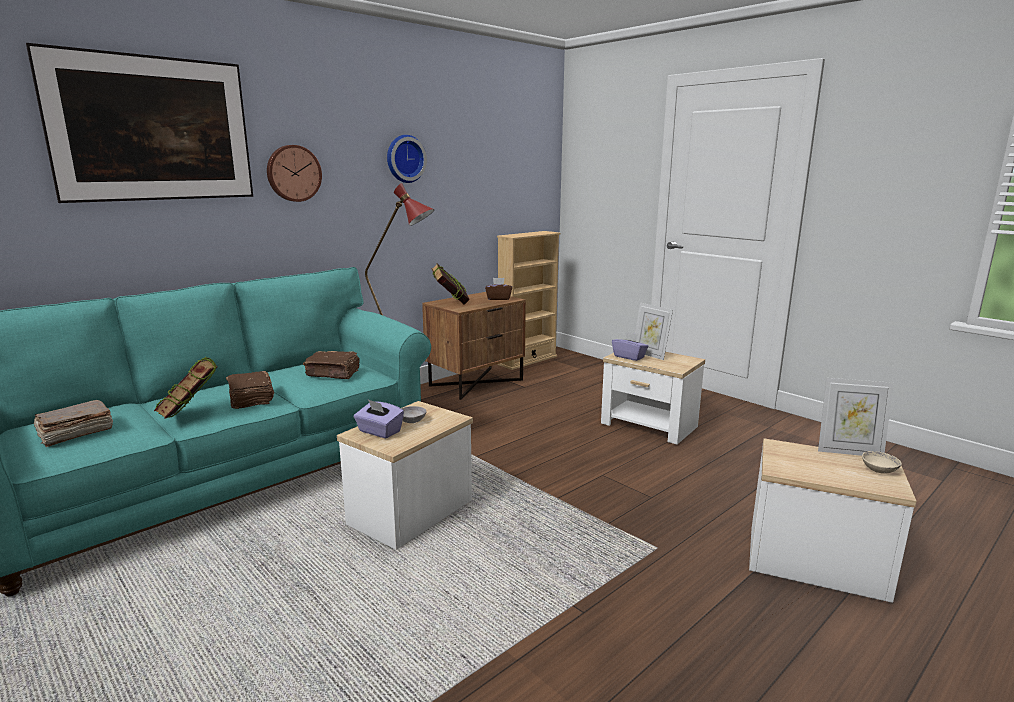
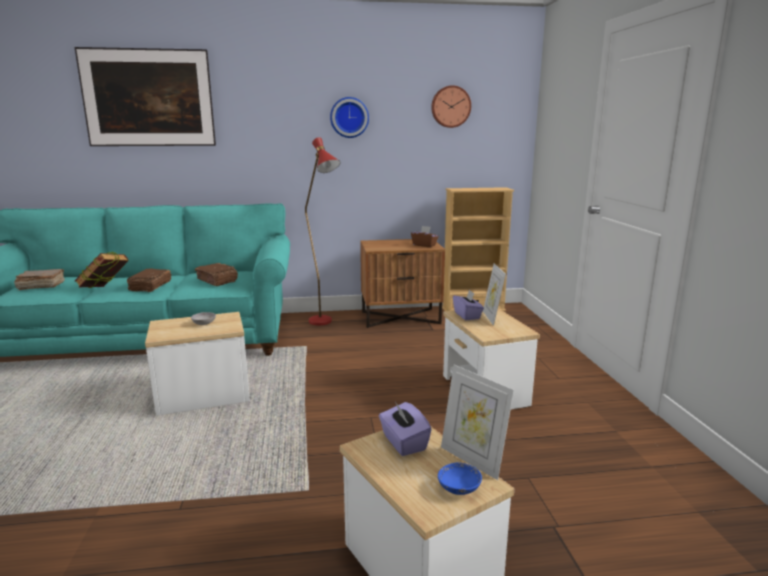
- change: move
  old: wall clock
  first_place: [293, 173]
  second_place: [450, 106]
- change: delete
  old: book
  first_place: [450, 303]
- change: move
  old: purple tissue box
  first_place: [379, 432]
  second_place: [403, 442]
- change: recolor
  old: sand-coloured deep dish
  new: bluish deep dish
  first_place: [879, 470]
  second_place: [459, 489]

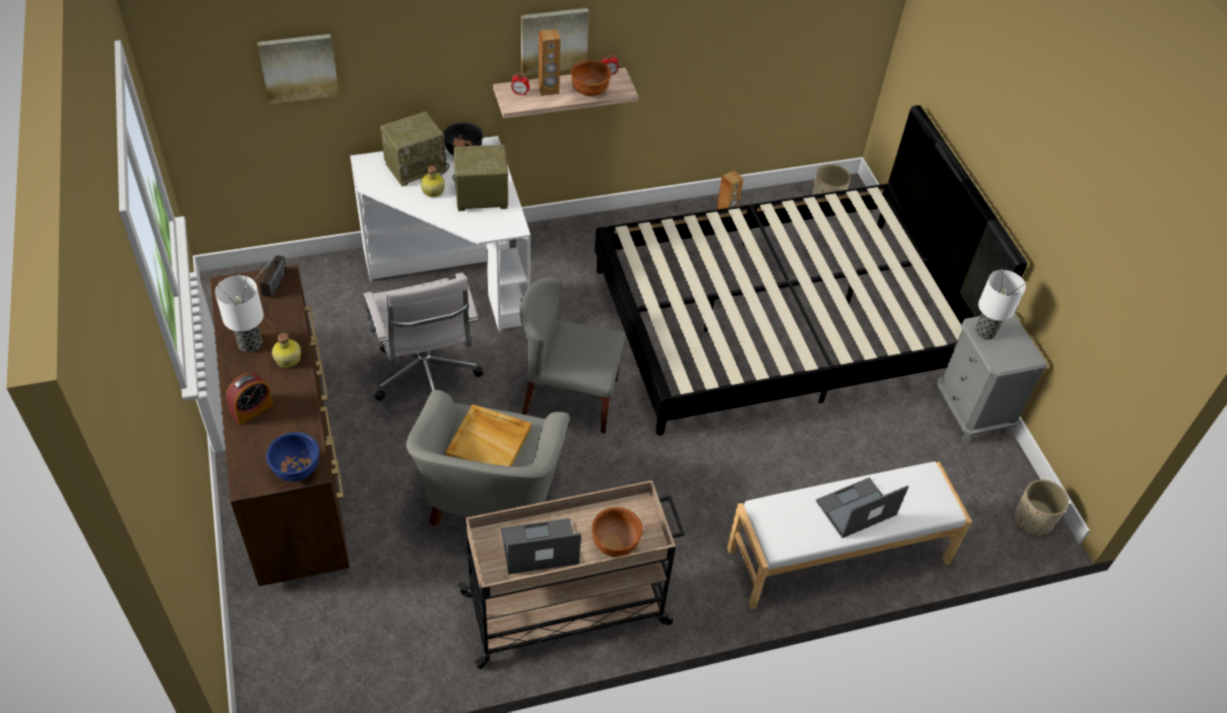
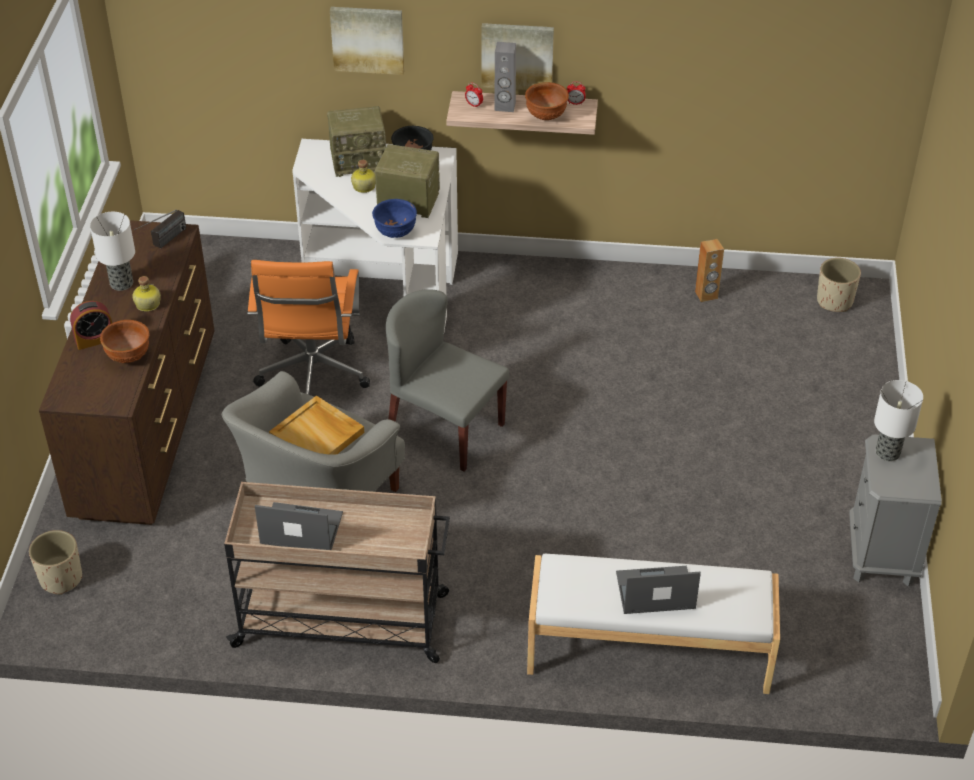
- change: recolor
  old: brown-coloured speaker
  new: grey speaker
  first_place: [548, 90]
  second_place: [505, 106]
- change: move
  old: wall picture
  first_place: [298, 67]
  second_place: [368, 39]
- change: delete
  old: blackish bedroom bed
  first_place: [780, 322]
- change: recolor
  old: whitish desk chair
  new: orange-coloured desk chair
  first_place: [427, 379]
  second_place: [312, 378]
- change: move
  old: bluish deep dish
  first_place: [296, 470]
  second_place: [395, 232]
- change: move
  old: sand-coloured flower pot
  first_place: [1033, 521]
  second_place: [61, 579]
- change: move
  old: brown-coloured deep dish
  first_place: [616, 544]
  second_place: [129, 356]

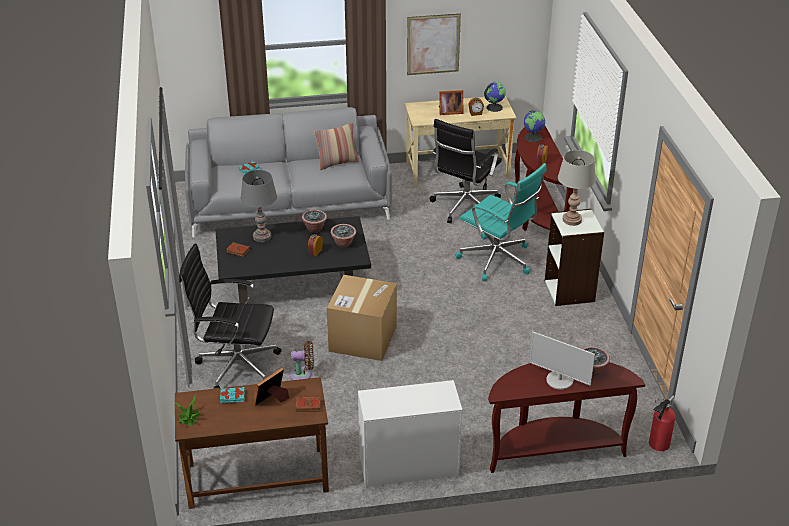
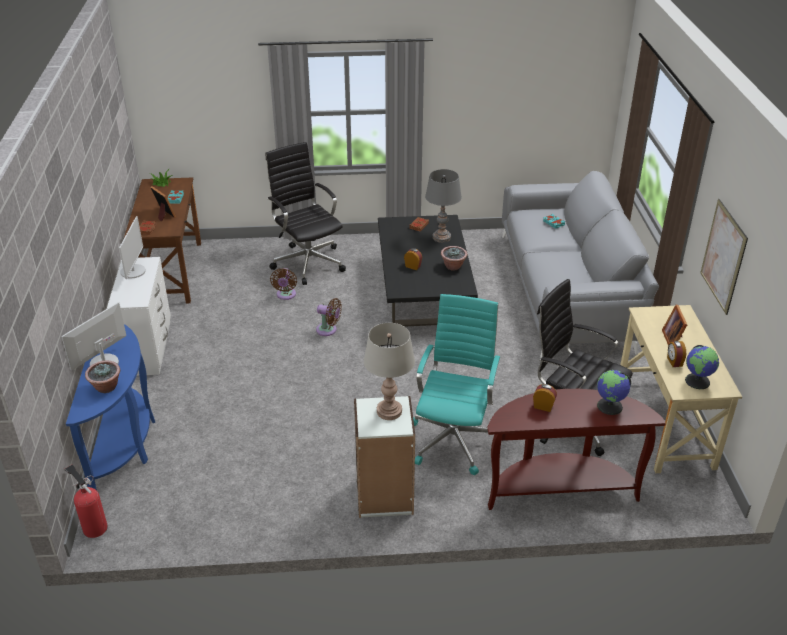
- change: delete
  old: throw pillow
  first_place: [337, 163]
- change: rotate
  old: turquoise-coloured desk chair
  first_place: [498, 260]
  second_place: [454, 438]
  degrees: 150
- change: delete
  old: potted plant
  first_place: [343, 244]
- change: rotate
  old: blackish desk chair
  first_place: [235, 366]
  second_place: [308, 262]
  degrees: -45
- change: replace
  old: carton
  new: brown-coloured cooling fan
  first_place: [363, 338]
  second_place: [328, 330]
- change: recolor
  old: brown-coloured hall table
  new: bluish hall table
  first_place: [553, 449]
  second_place: [124, 442]
- change: insert
  new: monitor
  second_place: [133, 271]

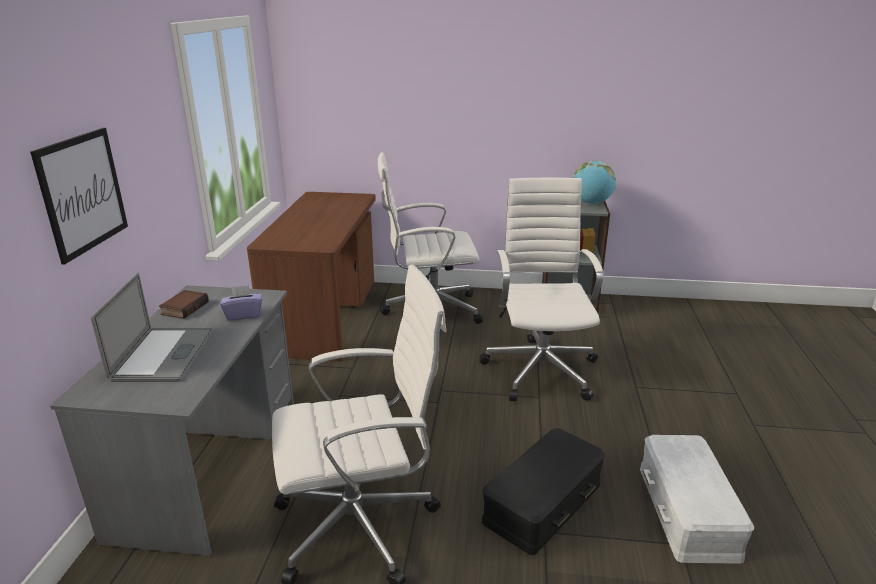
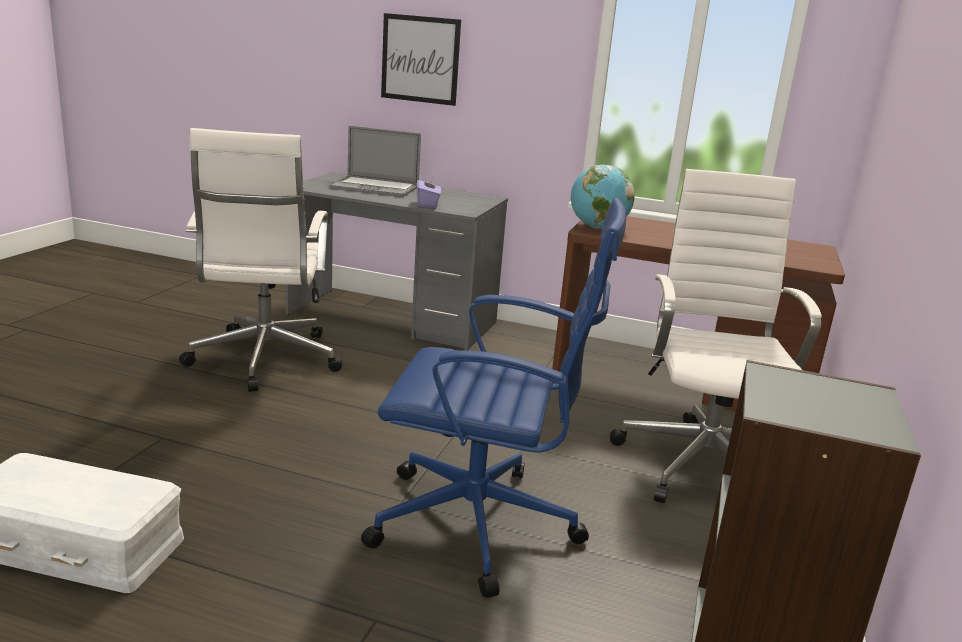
- change: move
  old: world globe
  first_place: [591, 203]
  second_place: [597, 227]
- change: recolor
  old: whitish desk chair
  new: bluish desk chair
  first_place: [540, 369]
  second_place: [481, 525]
- change: delete
  old: book
  first_place: [184, 308]
- change: delete
  old: blackish storage container
  first_place: [542, 501]

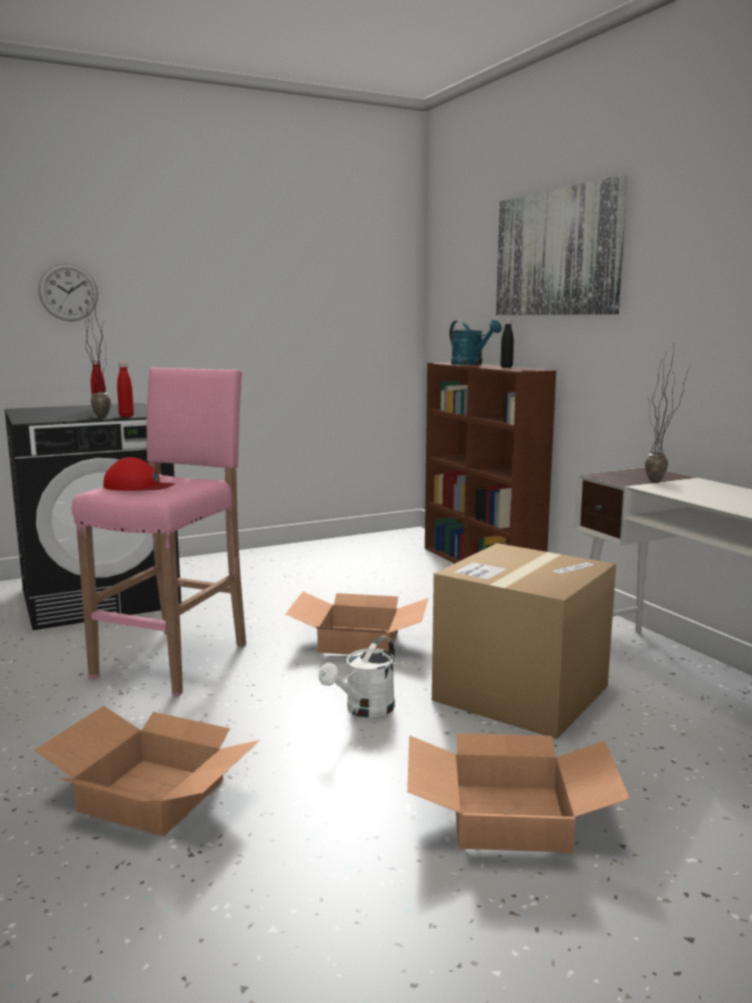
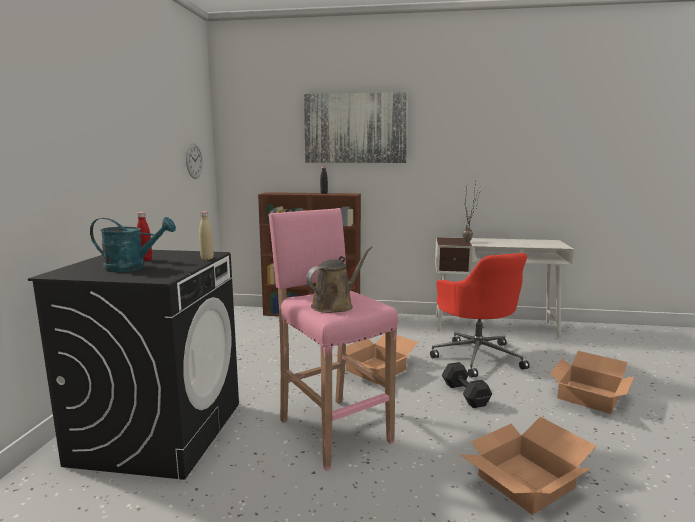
- change: move
  old: wall clock
  first_place: [68, 292]
  second_place: [194, 161]
- change: delete
  old: potted plant
  first_place: [102, 416]
- change: move
  old: turquoise-coloured watering pot
  first_place: [471, 364]
  second_place: [133, 267]
- change: recolor
  old: red beverage bottle
  new: sand-coloured beverage bottle
  first_place: [126, 416]
  second_place: [207, 258]
- change: replace
  old: red peaked cap
  new: brown-coloured watering pot
  first_place: [138, 486]
  second_place: [335, 305]
- change: replace
  old: carton
  new: red desk chair
  first_place: [521, 693]
  second_place: [477, 356]
- change: replace
  old: whitish watering pot
  new: blackish hand weight
  first_place: [364, 710]
  second_place: [465, 394]

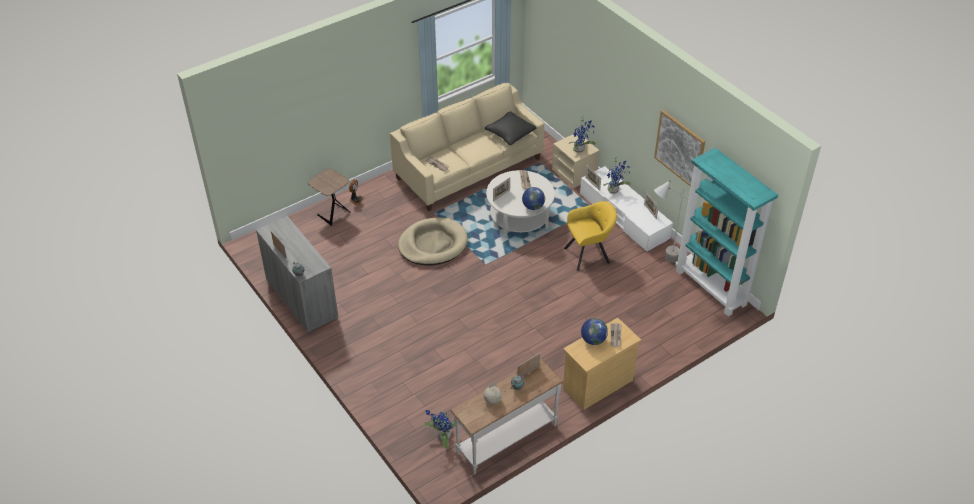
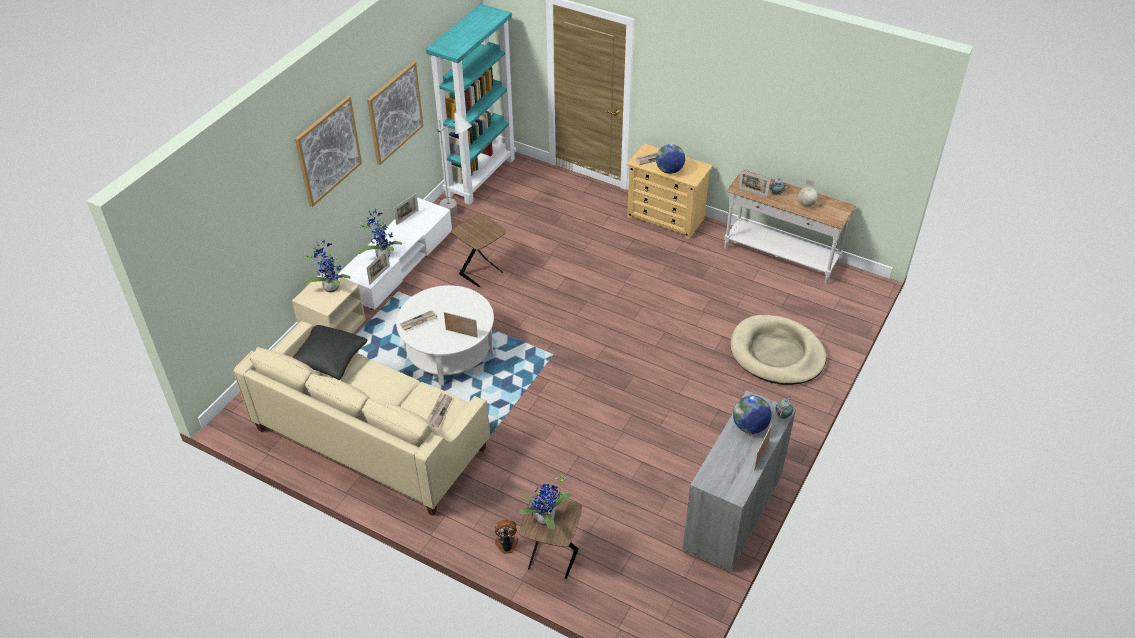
- change: move
  old: world globe
  first_place: [533, 207]
  second_place: [750, 426]
- change: replace
  old: yellow armchair
  new: brown-coloured accent table
  first_place: [589, 255]
  second_place: [482, 273]
- change: move
  old: sand-coloured pet bed
  first_place: [433, 244]
  second_place: [777, 353]
- change: move
  old: potted plant
  first_place: [442, 437]
  second_place: [546, 520]
- change: insert
  new: wall picture
  second_place: [328, 150]

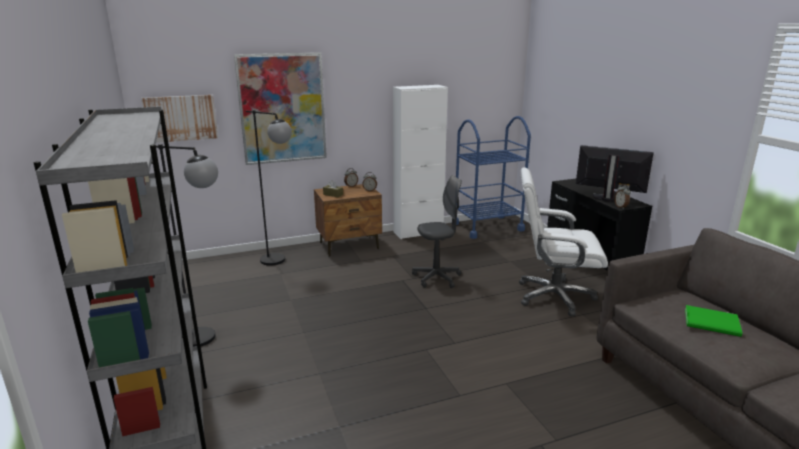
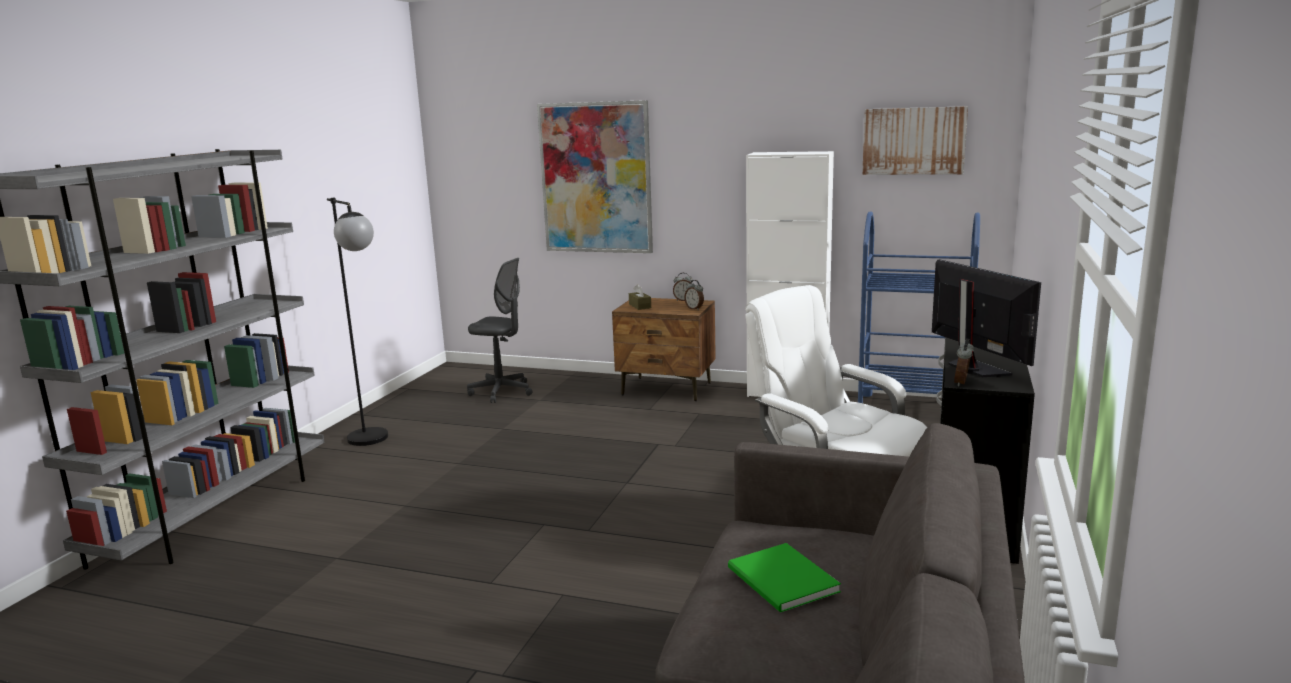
- change: move
  old: wall picture
  first_place: [181, 118]
  second_place: [913, 141]
- change: delete
  old: blackish floor lamp
  first_place: [280, 261]
- change: move
  old: grey desk chair
  first_place: [436, 278]
  second_place: [501, 392]

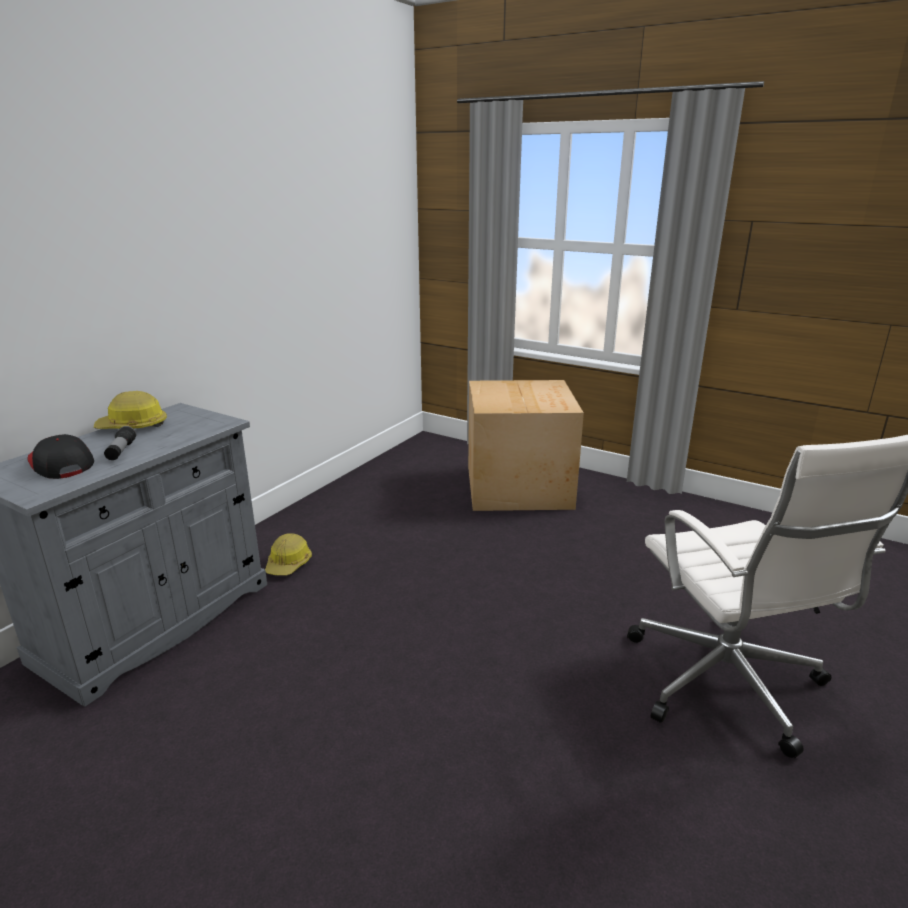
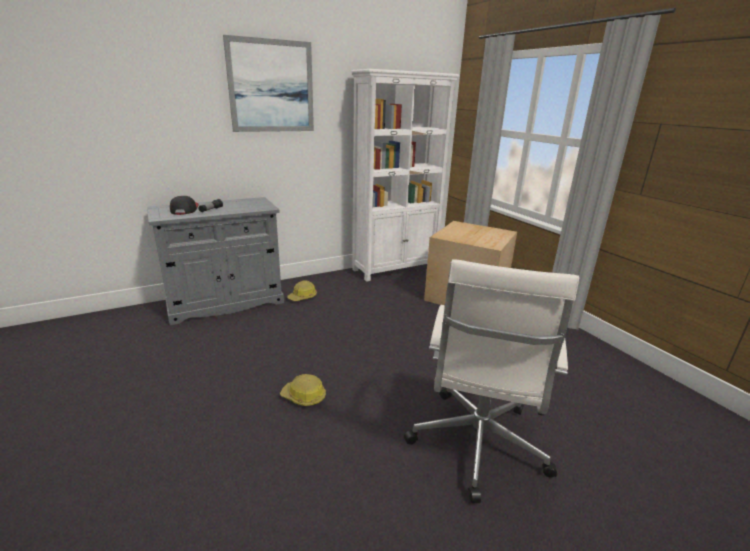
- change: move
  old: hard hat
  first_place: [133, 426]
  second_place: [304, 396]
- change: insert
  new: wall picture
  second_place: [271, 86]
- change: insert
  new: whitish bookshelf
  second_place: [395, 268]

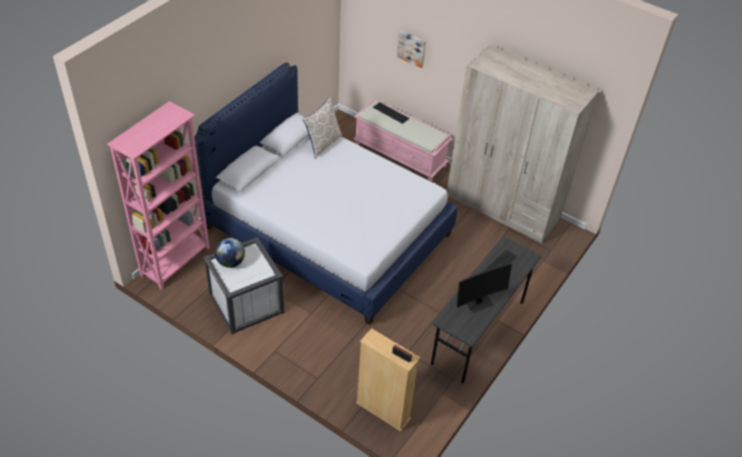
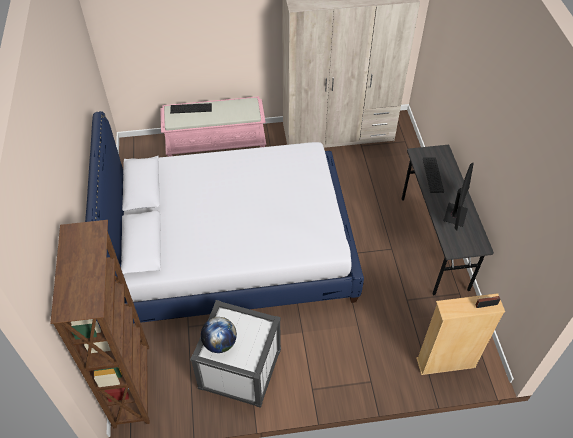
- change: delete
  old: wall picture
  first_place: [412, 48]
- change: delete
  old: throw pillow
  first_place: [323, 144]
- change: recolor
  old: pink-coloured bookshelf
  new: brown-coloured bookshelf
  first_place: [176, 262]
  second_place: [133, 385]

